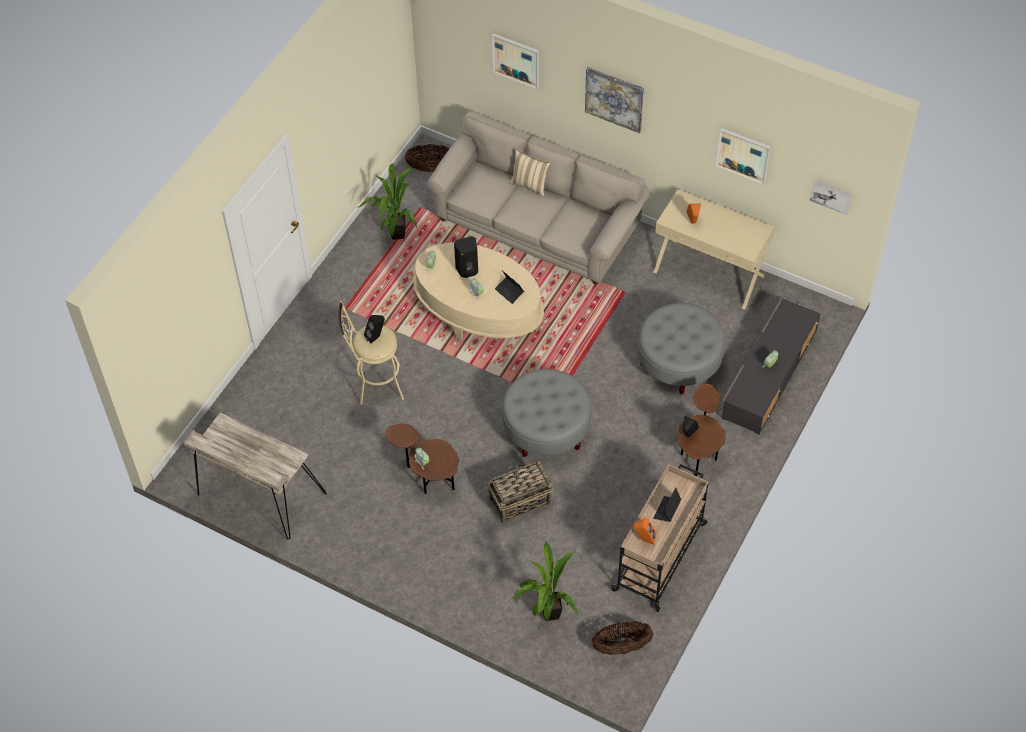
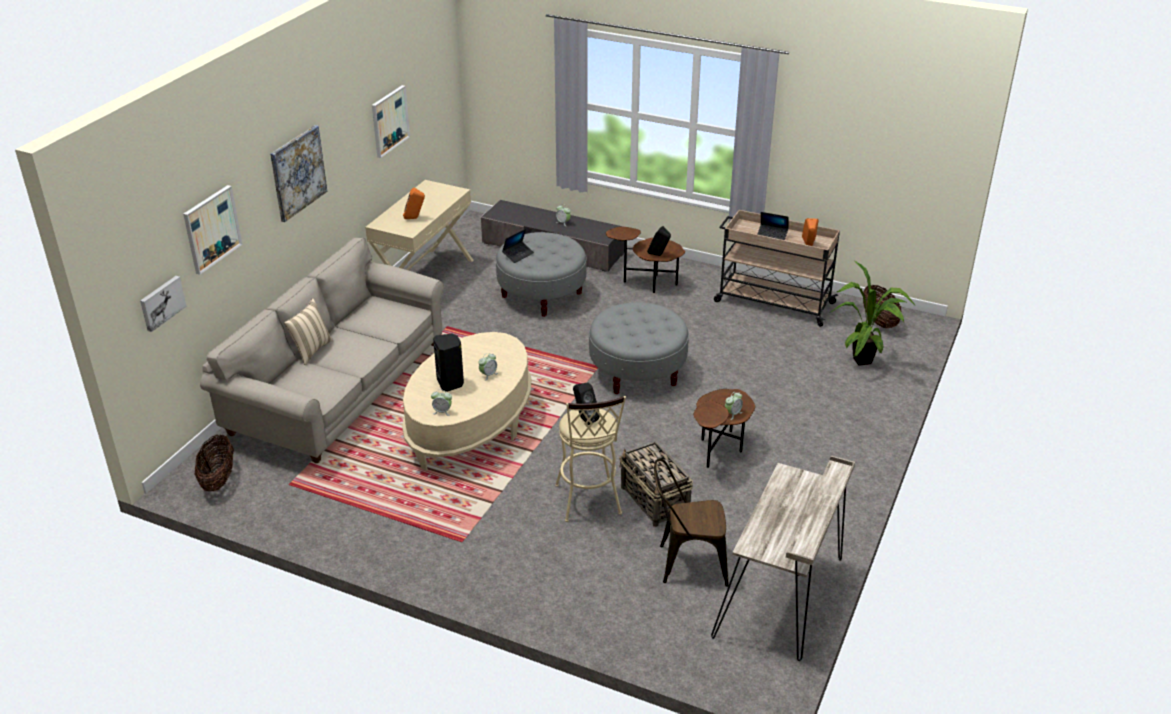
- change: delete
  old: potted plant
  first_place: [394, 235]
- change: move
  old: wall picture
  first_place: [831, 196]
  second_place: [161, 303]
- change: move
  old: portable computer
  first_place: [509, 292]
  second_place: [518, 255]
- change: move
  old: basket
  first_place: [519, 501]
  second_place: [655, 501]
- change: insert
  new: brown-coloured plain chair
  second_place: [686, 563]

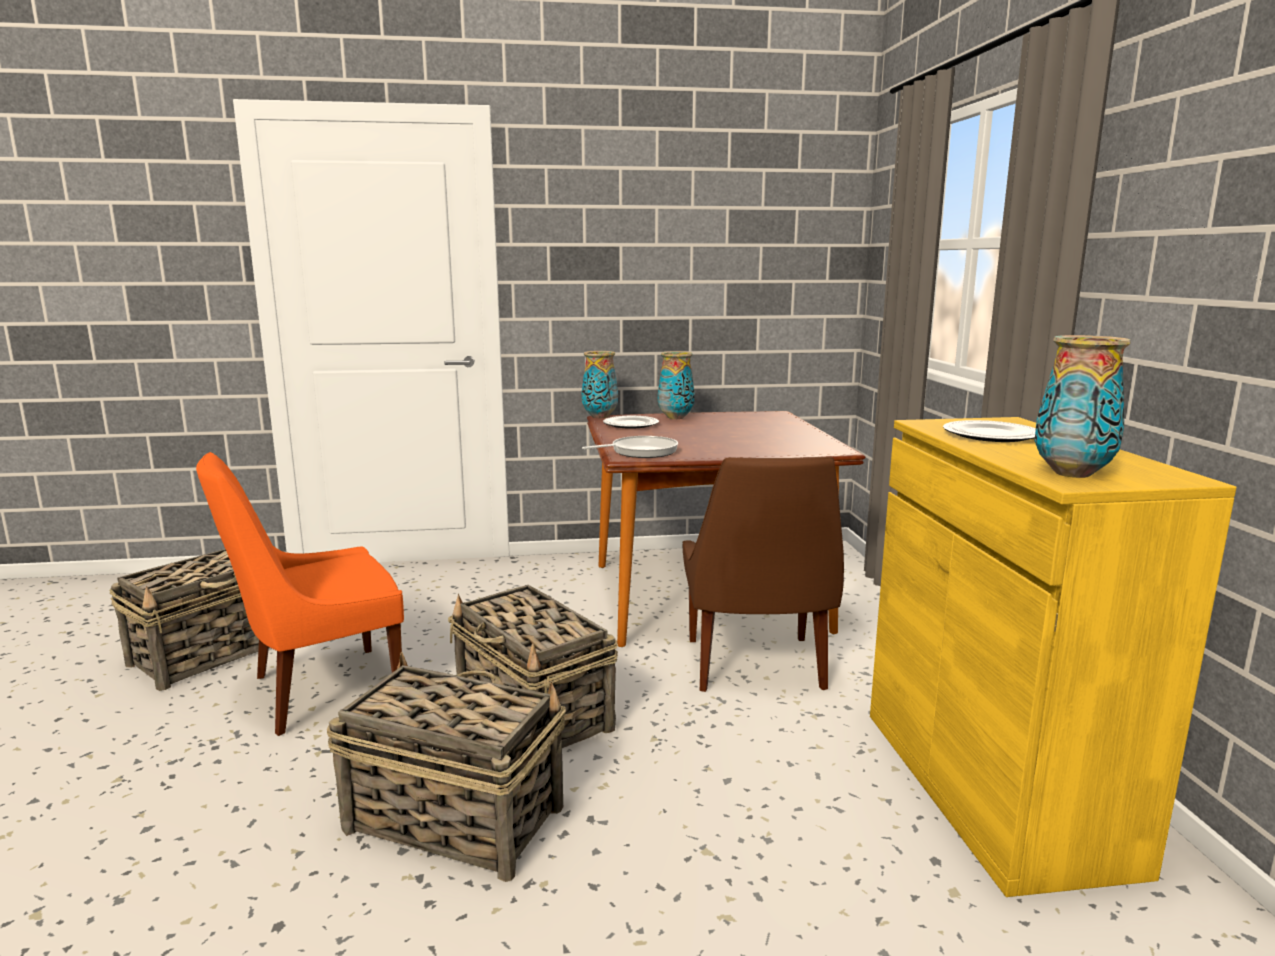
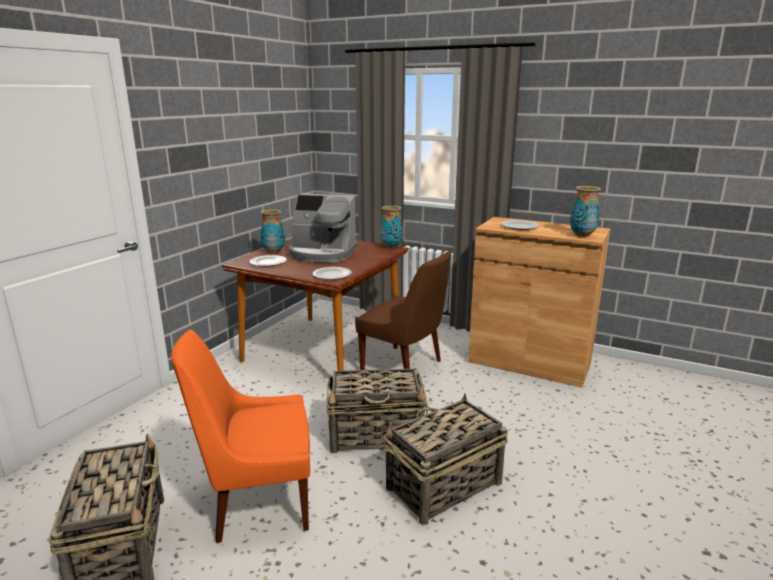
- change: move
  old: decorative vase
  first_place: [600, 417]
  second_place: [391, 246]
- change: recolor
  old: yellow storage cabinet
  new: brown-coloured storage cabinet
  first_place: [992, 786]
  second_place: [529, 362]
- change: replace
  old: pan
  new: plate
  first_place: [640, 452]
  second_place: [332, 275]
- change: rotate
  old: orange-coloured plain chair
  first_place: [320, 691]
  second_place: [257, 502]
  degrees: 75
- change: insert
  new: coffee machine
  second_place: [322, 254]

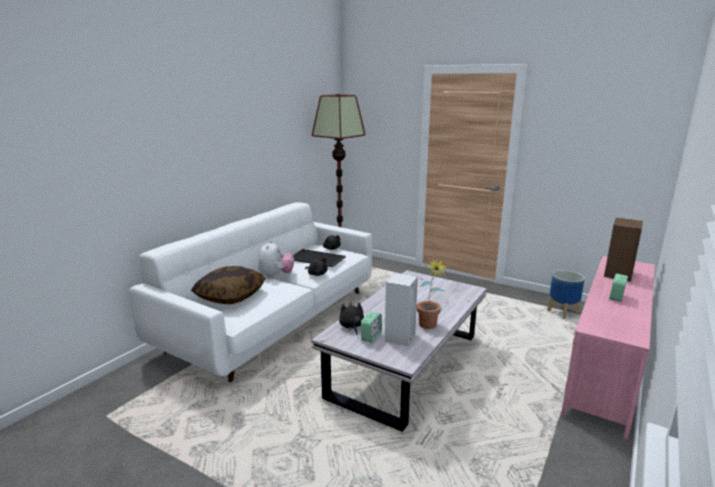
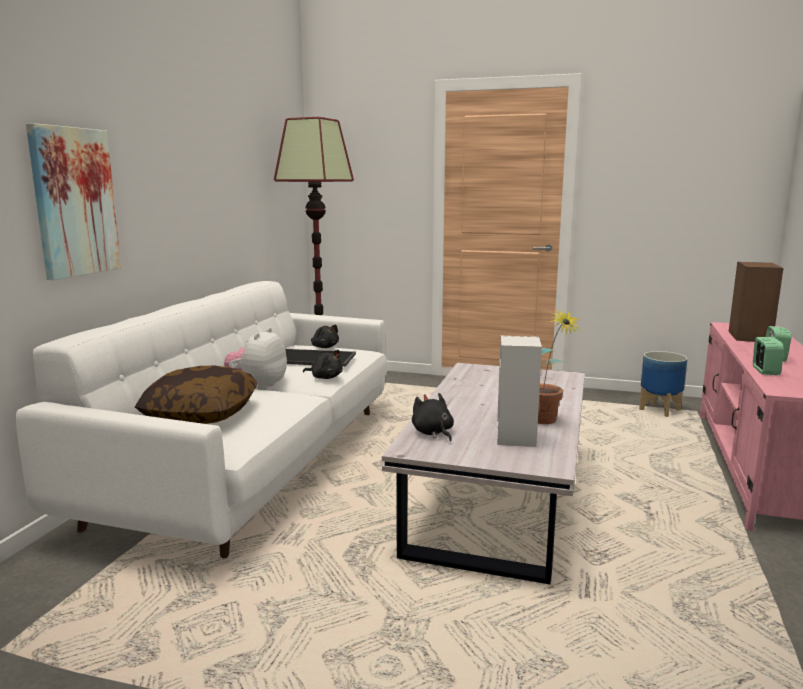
- change: rotate
  old: cuddly toy
  first_place: [276, 276]
  second_place: [258, 386]
  degrees: -150
- change: move
  old: alarm clock
  first_place: [371, 337]
  second_place: [765, 371]
- change: insert
  new: wall picture
  second_place: [74, 202]

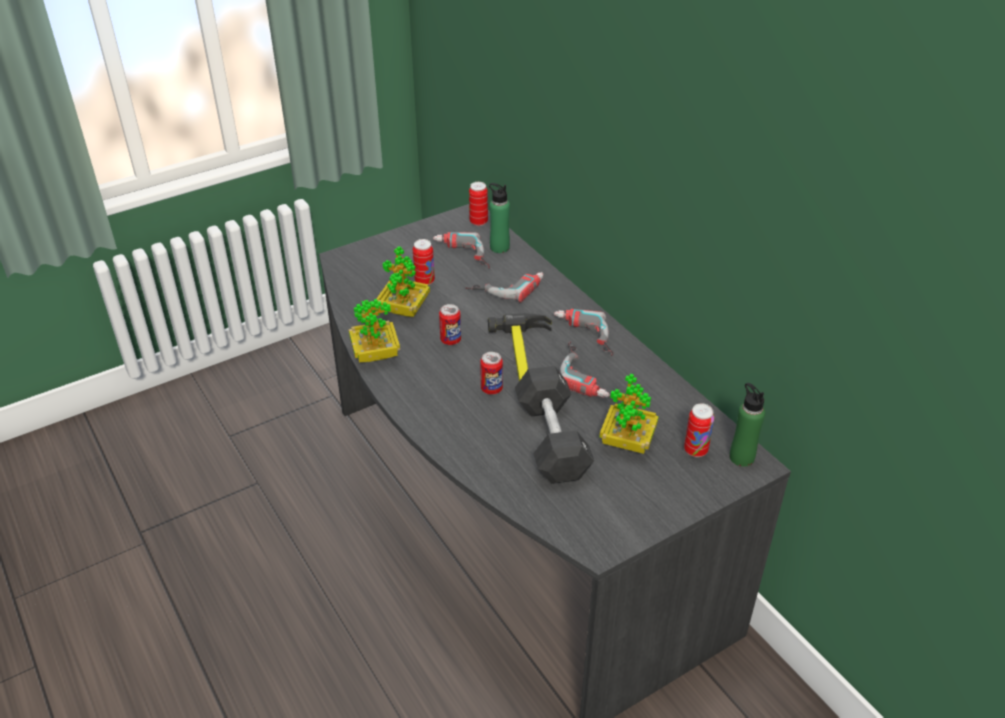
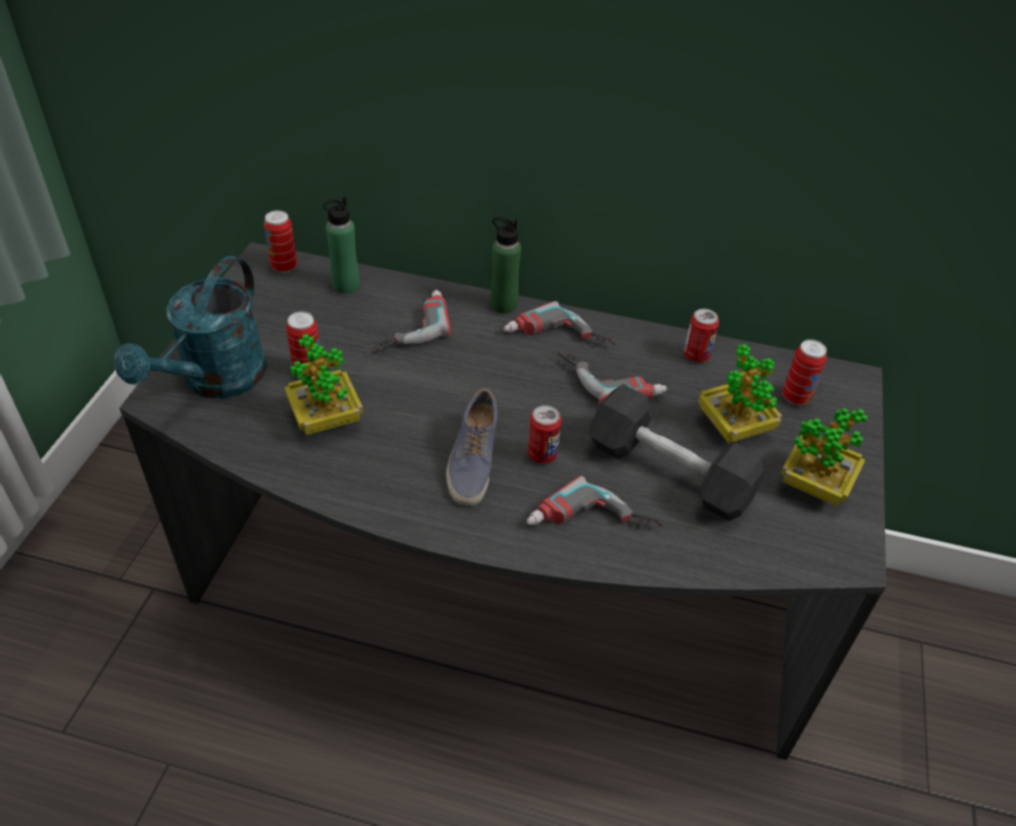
- change: move
  old: electric drill
  first_place: [461, 256]
  second_place: [591, 527]
- change: move
  old: potted plant
  first_place: [375, 354]
  second_place: [815, 485]
- change: move
  old: metal can
  first_place: [450, 340]
  second_place: [696, 355]
- change: delete
  old: hammer
  first_place: [523, 354]
- change: move
  old: green-coloured beverage bottle
  first_place: [741, 457]
  second_place: [503, 304]
- change: insert
  new: turquoise-coloured watering pot
  second_place: [215, 381]
- change: insert
  new: low shoe
  second_place: [472, 460]

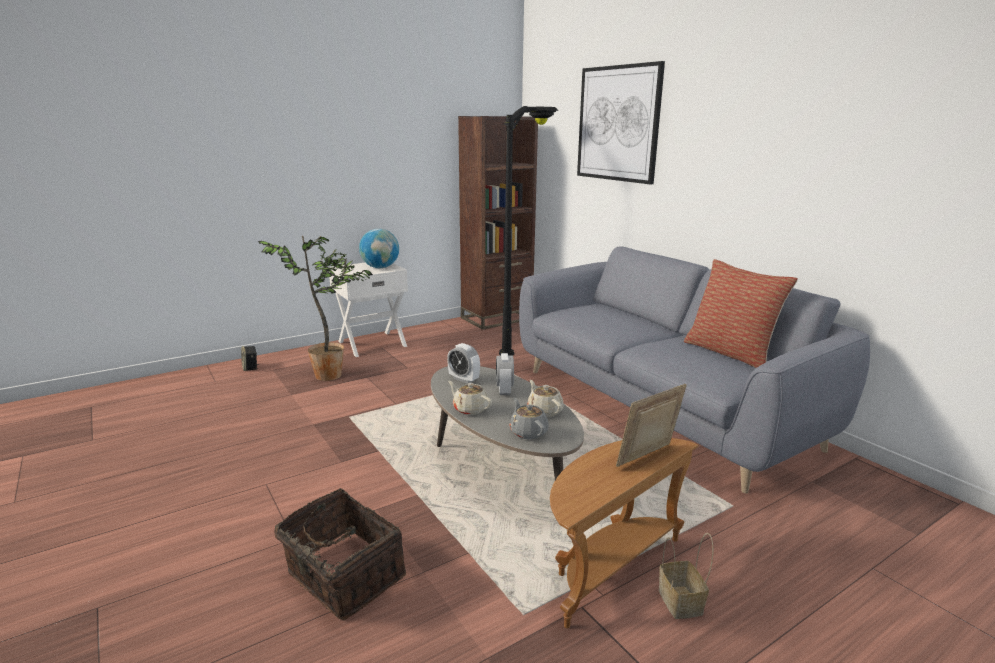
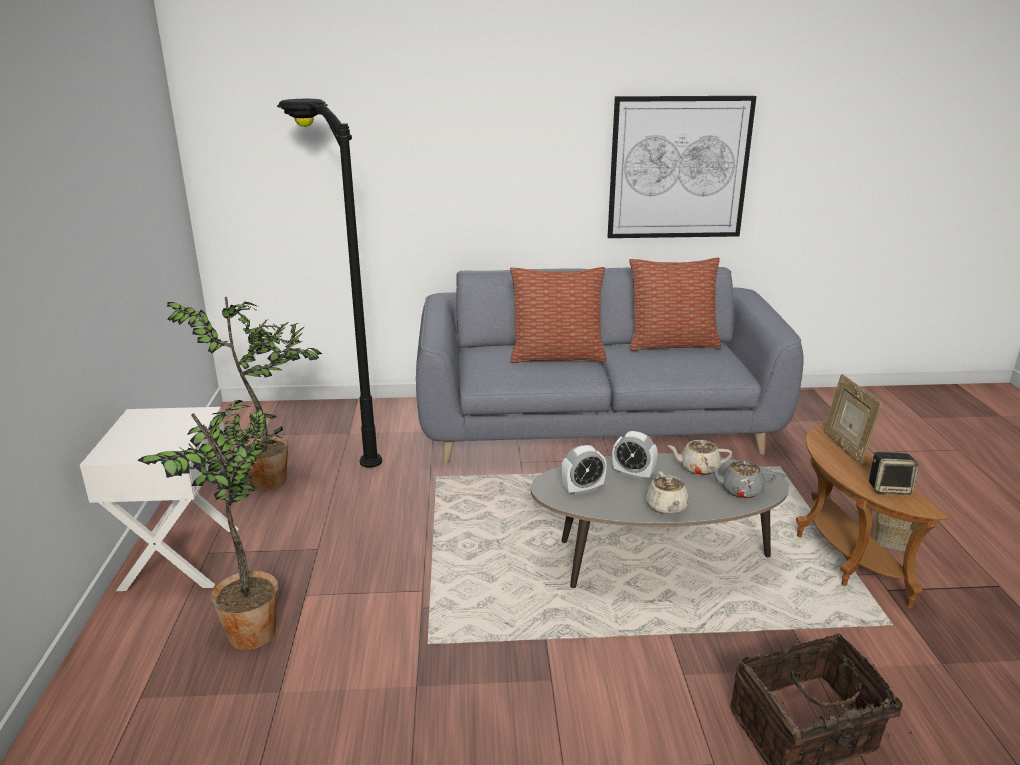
- change: move
  old: wall picture
  first_place: [618, 124]
  second_place: [678, 168]
- change: delete
  old: brown-coloured bookshelf
  first_place: [497, 318]
- change: delete
  old: world globe
  first_place: [380, 267]
- change: move
  old: speaker
  first_place: [250, 367]
  second_place: [889, 488]
- change: rotate
  old: sand-coloured pot for tea
  first_place: [470, 409]
  second_place: [666, 507]
  degrees: -75
- change: insert
  new: throw pillow
  second_place: [557, 356]
- change: insert
  new: potted plant
  second_place: [274, 480]

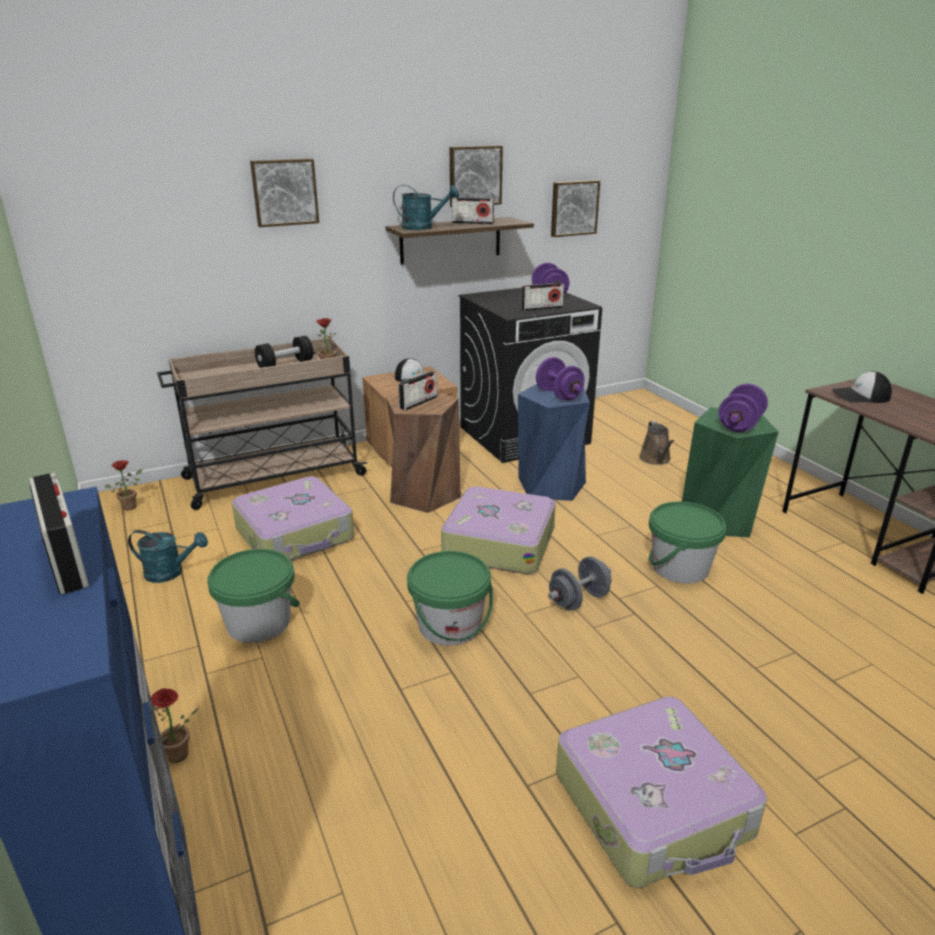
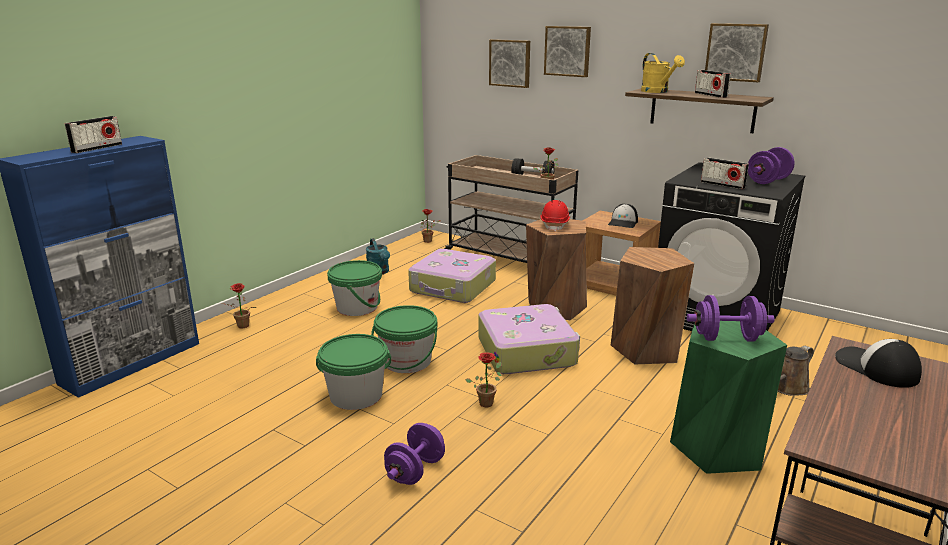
- change: move
  old: wall picture
  first_place: [573, 208]
  second_place: [510, 63]
- change: recolor
  old: turquoise-coloured watering pot
  new: yellow watering pot
  first_place: [423, 227]
  second_place: [658, 91]
- change: move
  old: purple hand weight
  first_place: [558, 395]
  second_place: [415, 471]
- change: replace
  old: radio set
  new: red hard hat
  first_place: [418, 402]
  second_place: [555, 225]
- change: recolor
  old: bluish stool
  new: brown-coloured stool
  first_place: [551, 485]
  second_place: [646, 349]
- change: move
  old: green-coloured water bucket
  first_place: [680, 567]
  second_place: [356, 395]
- change: replace
  old: grey hand weight
  new: potted plant
  first_place: [578, 600]
  second_place: [487, 402]
- change: delete
  old: travel case
  first_place: [654, 804]

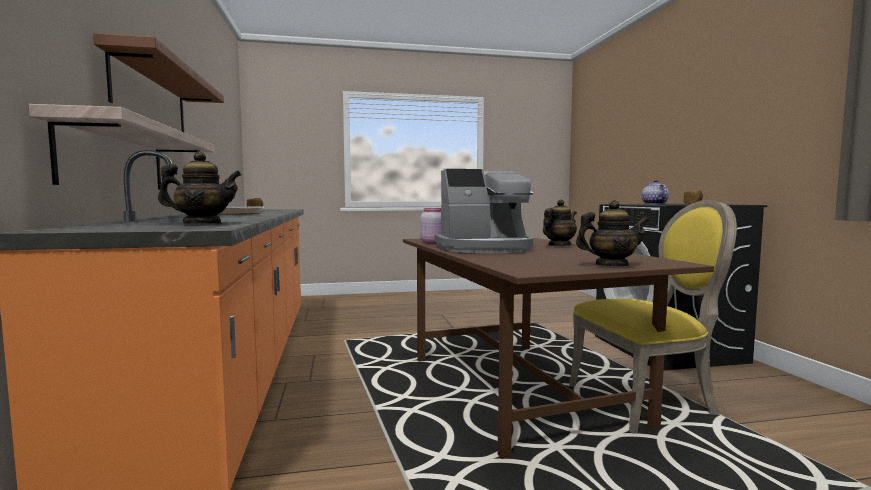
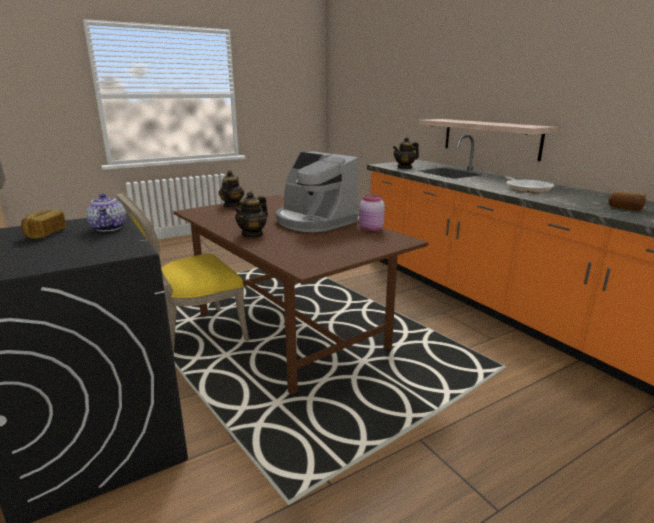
- change: delete
  old: brown-coloured wall shelf
  first_place: [151, 95]
- change: rotate
  old: coffee machine
  first_place: [485, 248]
  second_place: [314, 221]
  degrees: -105
- change: rotate
  old: pot for tea
  first_place: [611, 265]
  second_place: [232, 205]
  degrees: 120

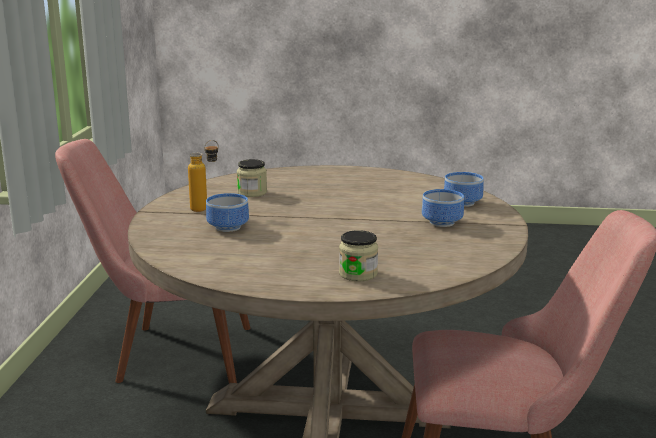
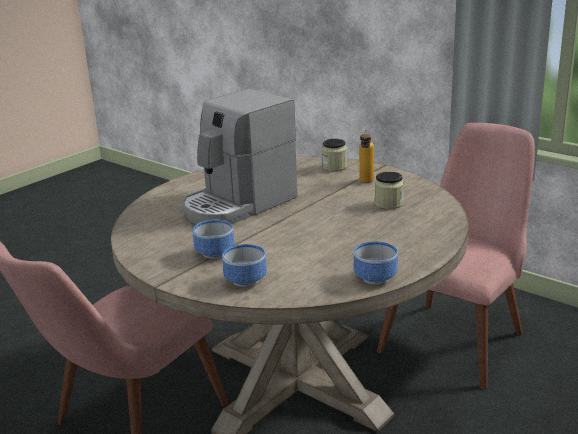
- change: move
  old: deep dish
  first_place: [228, 228]
  second_place: [373, 277]
- change: move
  old: storage jar
  first_place: [358, 274]
  second_place: [334, 167]
- change: insert
  new: coffee machine
  second_place: [238, 204]

